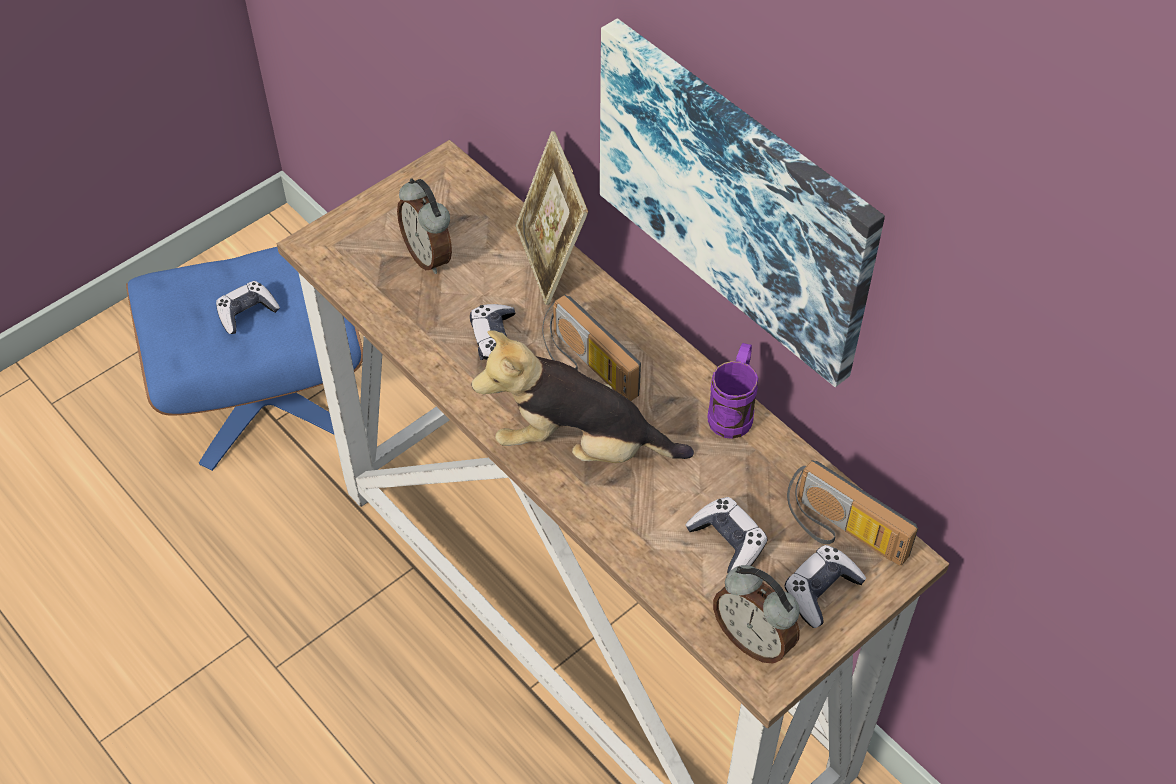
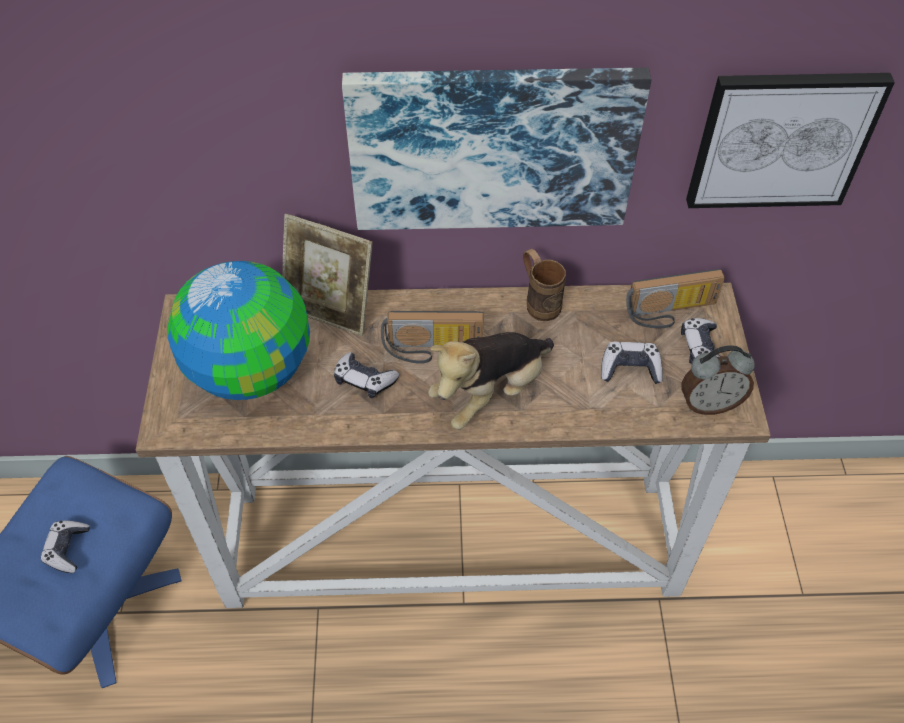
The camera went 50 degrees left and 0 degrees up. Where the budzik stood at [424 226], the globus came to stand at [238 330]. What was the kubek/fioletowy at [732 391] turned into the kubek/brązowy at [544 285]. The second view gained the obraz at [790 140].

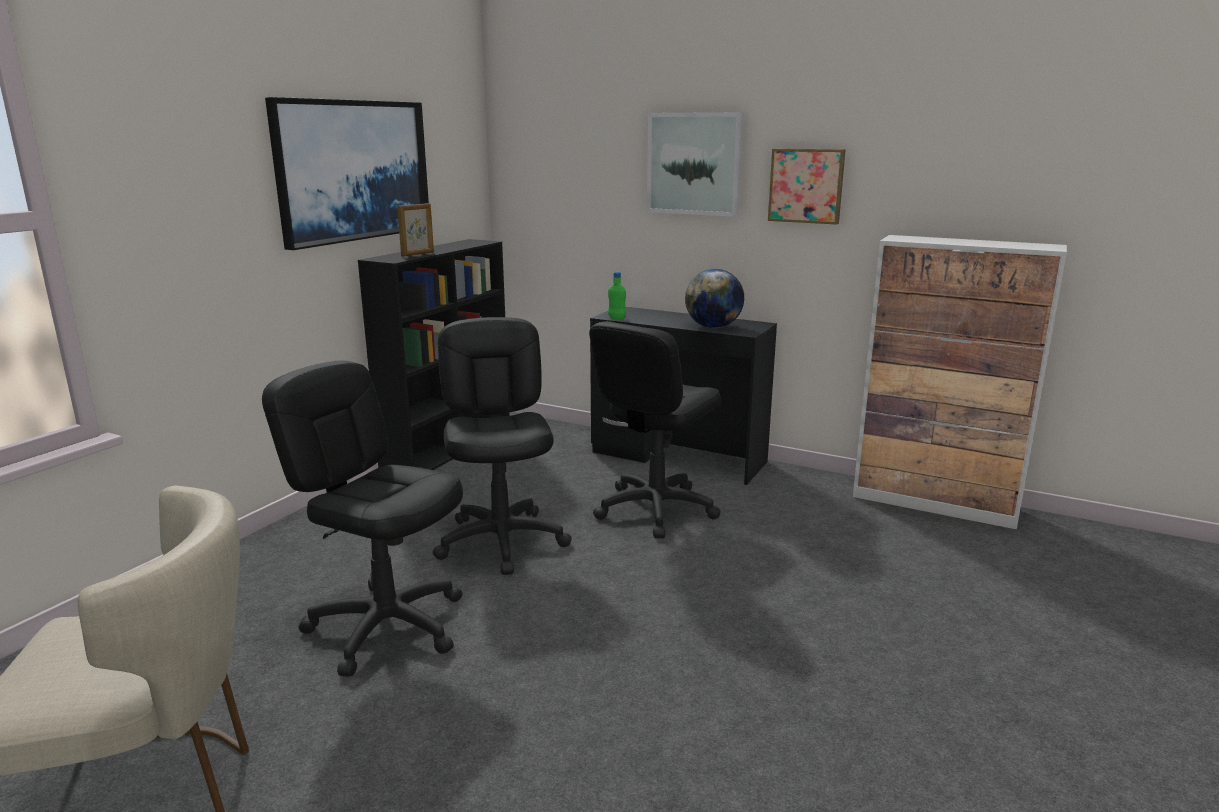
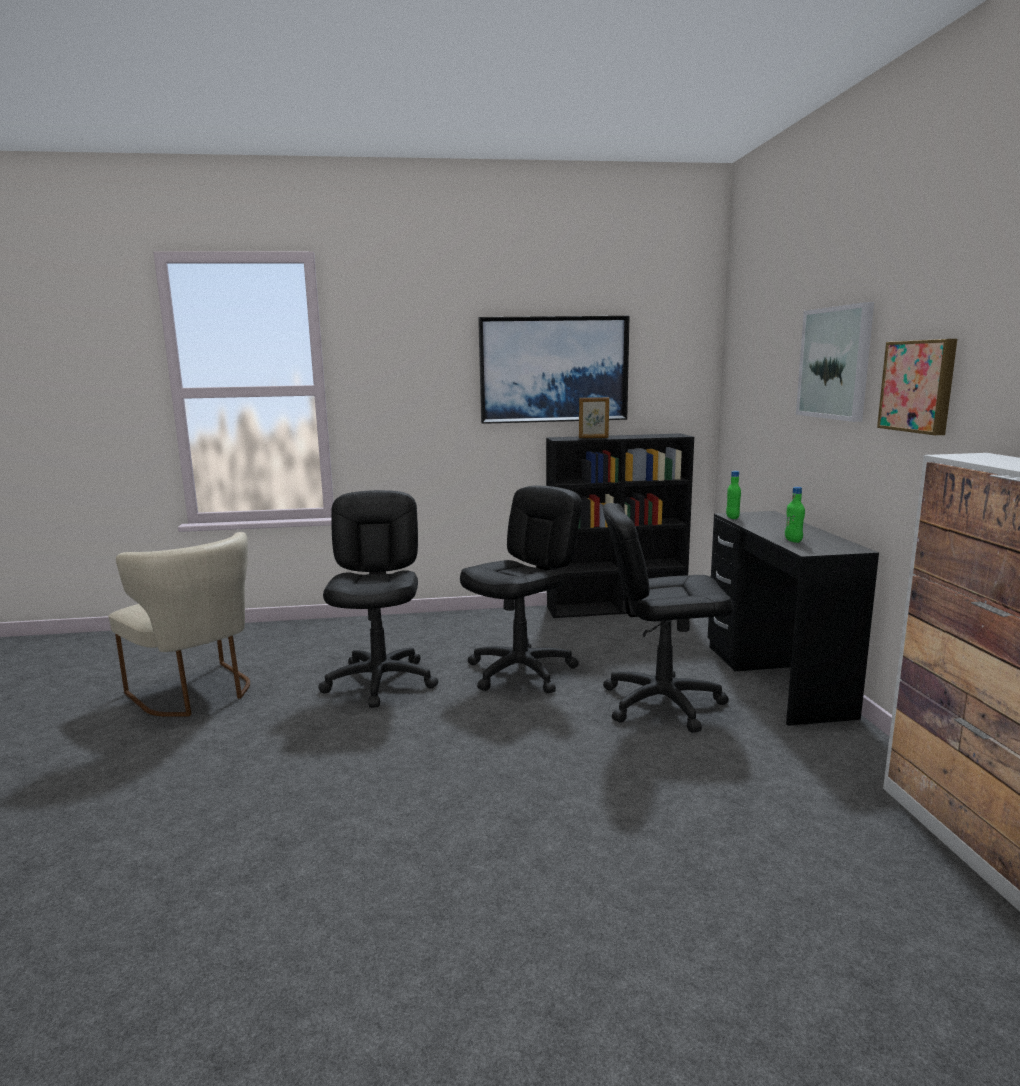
The camera went 55 degrees right and 5 degrees down. Where the globus stood at [714 298], the butelka/zielony came to stand at [795 515].

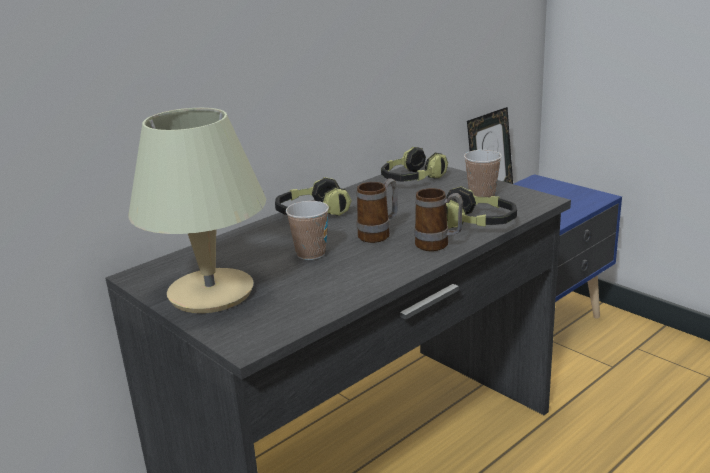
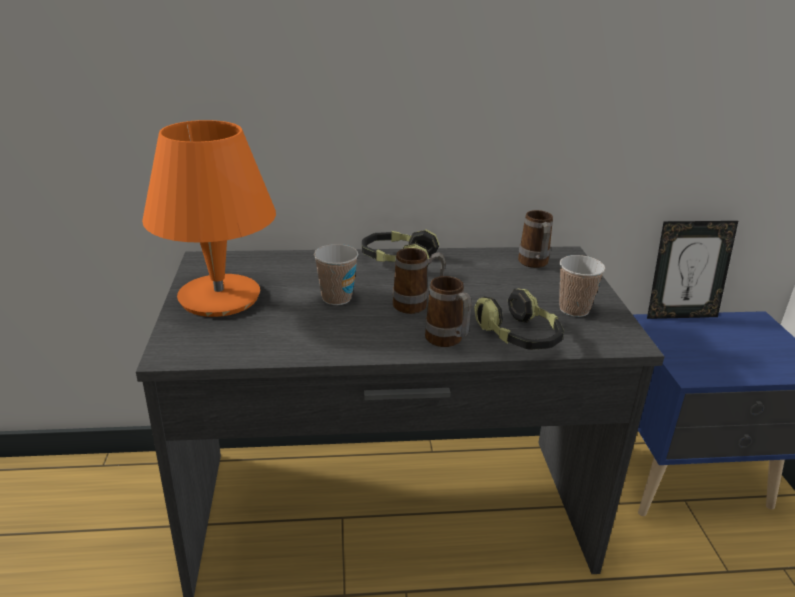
The camera went 35 degrees right and 5 degrees up. What was the lampa stołowa/beżowy at [197 210] turned into the lampa stołowa/pomarańczowy at [209 218]. Where the słuchawki stood at [414 164], the kubek came to stand at [535 239].

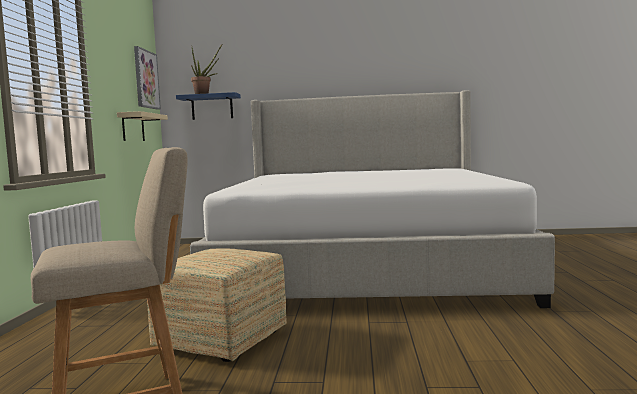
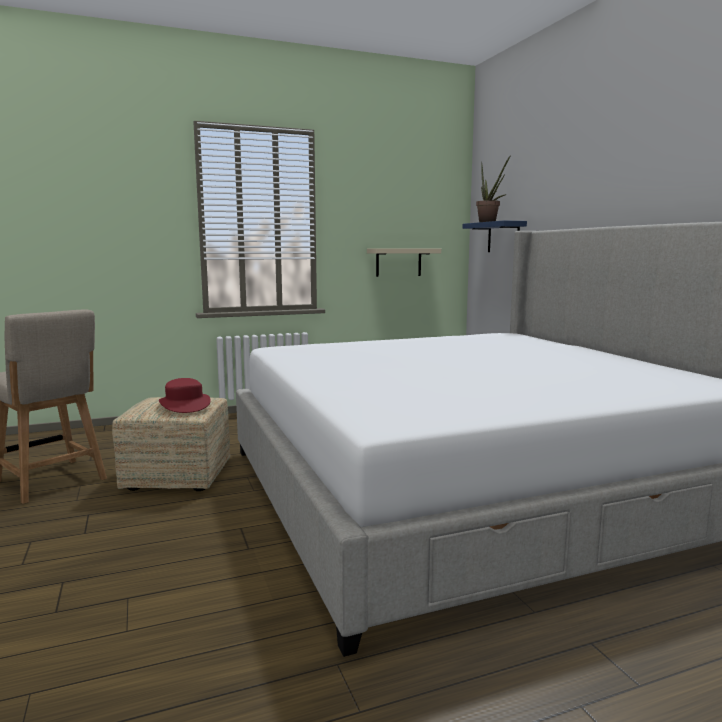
The camera went 65 degrees right and 5 degrees up. The second view lost the obraz at [147 78]. The second view gained the kapelusz/czerwony at [185 395].

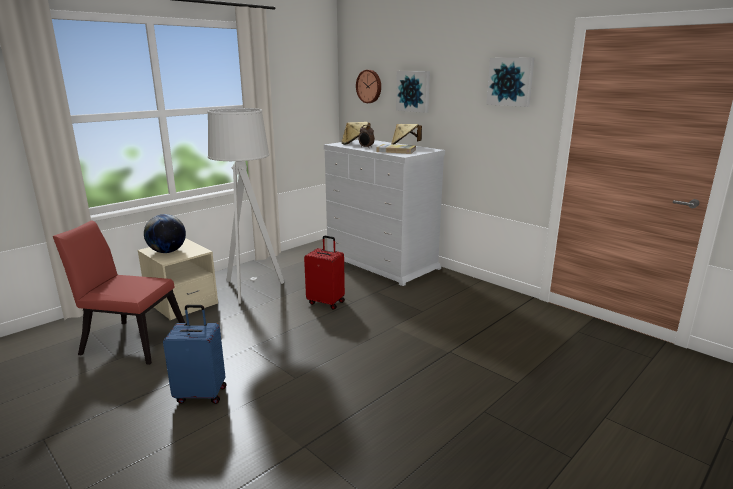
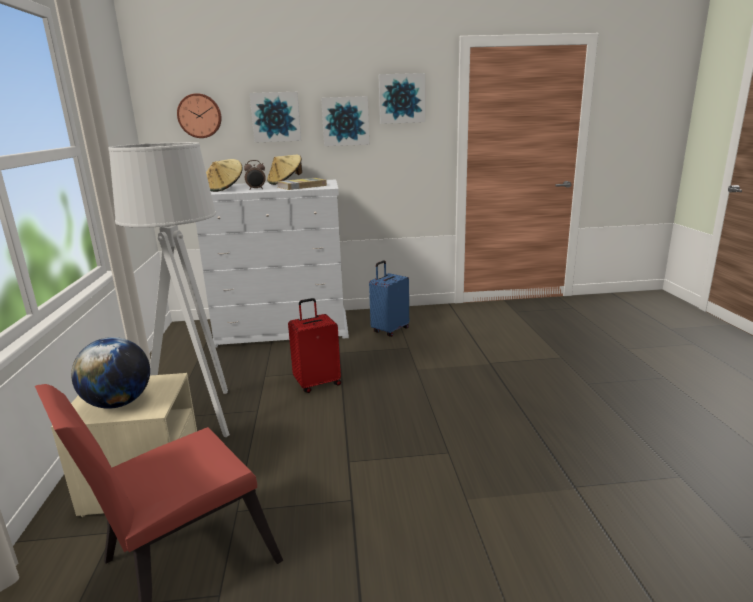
The camera went 50 degrees left and 0 degrees up. The walizka/niebieski ended up elsewhere, having gone from [194 354] to [389 298]. The second view gained the obraz at [345 121].

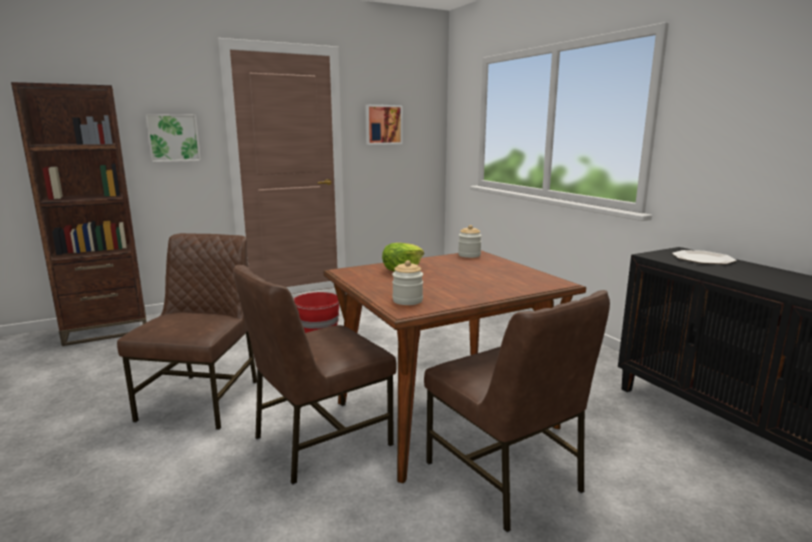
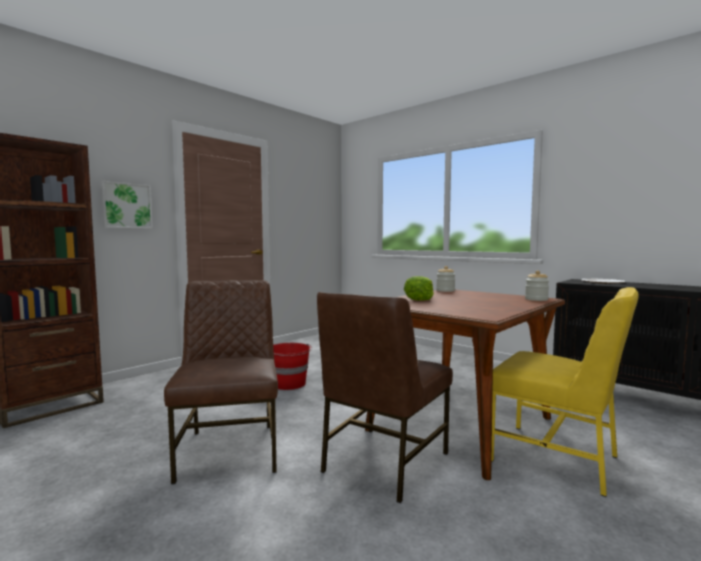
The camera went 20 degrees left and 10 degrees down. The second view lost the obraz at [383 125]. The słoik ended up elsewhere, having gone from [407 282] to [537 285]. What was the krzesło/brązowy at [517 411] turned into the krzesło/żółty at [565 392].

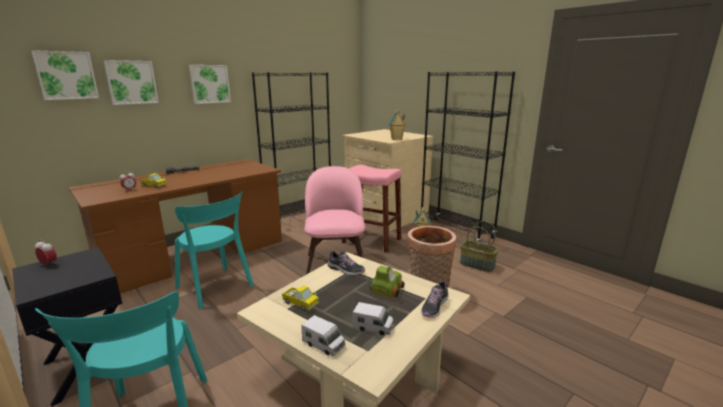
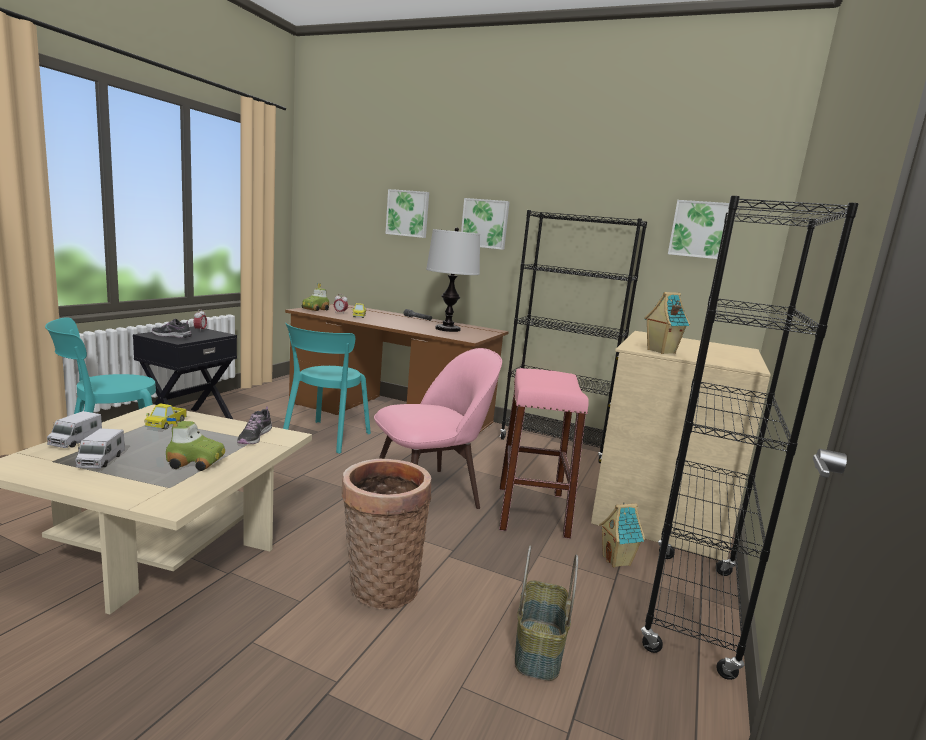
The camera went 65 degrees right and 5 degrees down. The obraz ended up elsewhere, having gone from [65 75] to [698 229]. The but ended up elsewhere, having gone from [434 298] to [172 328]. The second view gained the samochodzik at [315 297]. The second view gained the lampa stołowa at [453 279].

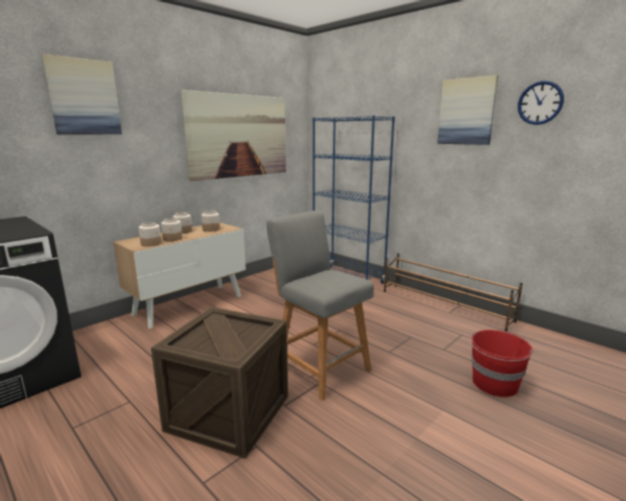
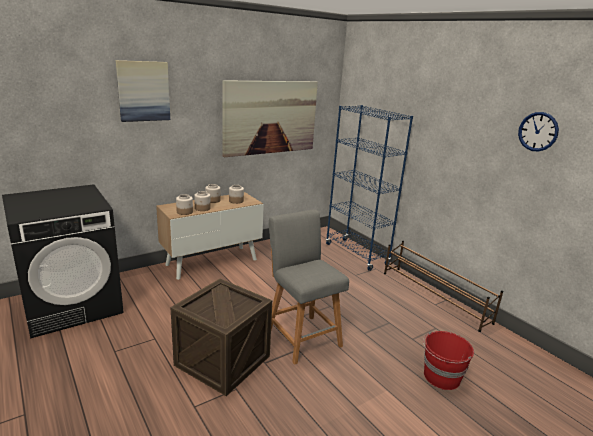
The camera went 10 degrees right and 5 degrees up. The second view lost the obraz at [468 110].

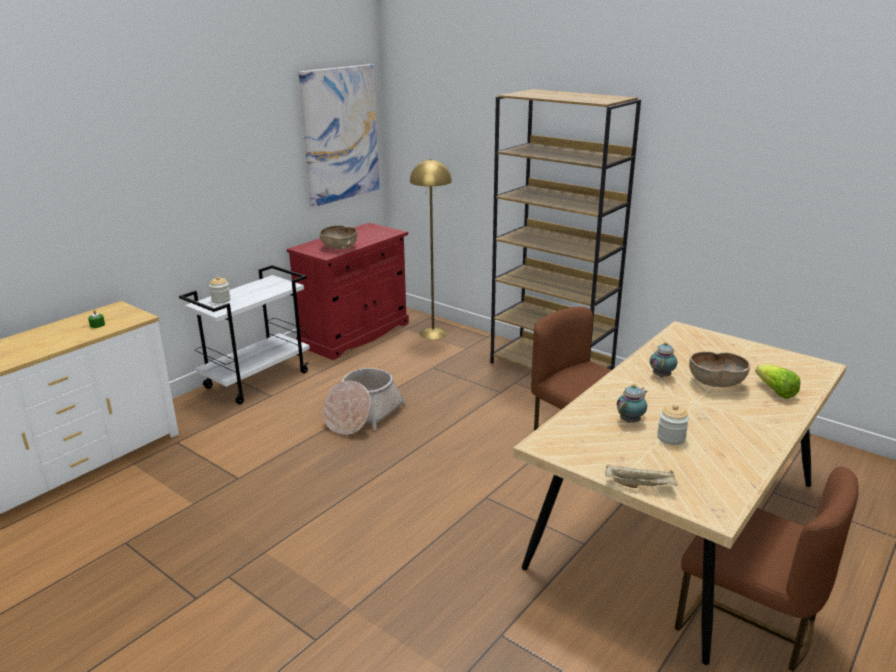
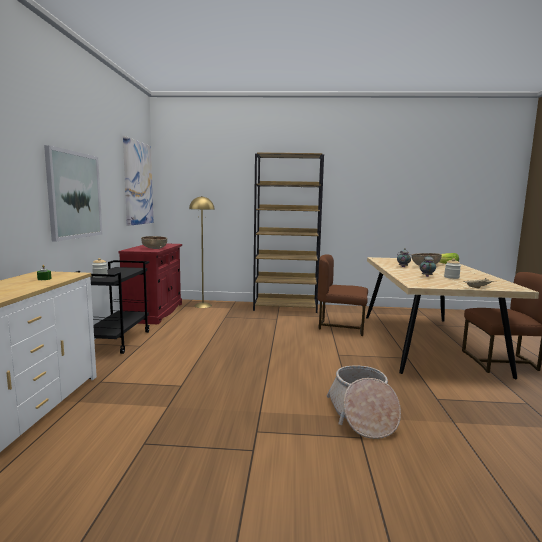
The camera went 35 degrees left and 15 degrees down. What was the wózek/biały at [244 334] turned into the wózek/czarny at [113 307]. The koszyk ended up elsewhere, having gone from [365 401] to [364 402]. The second view gained the obraz at [73 193].

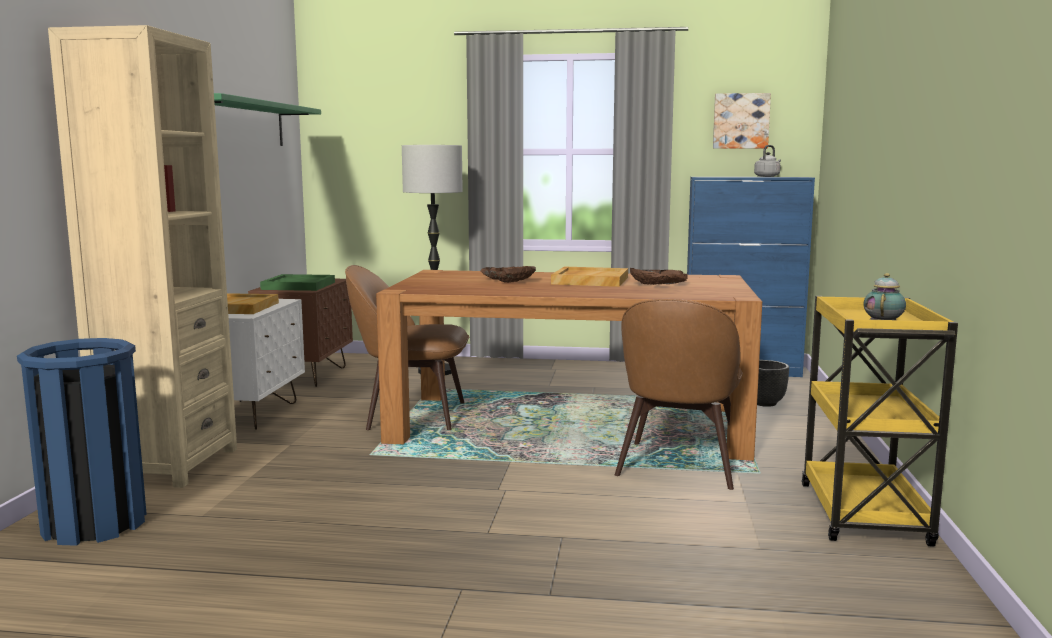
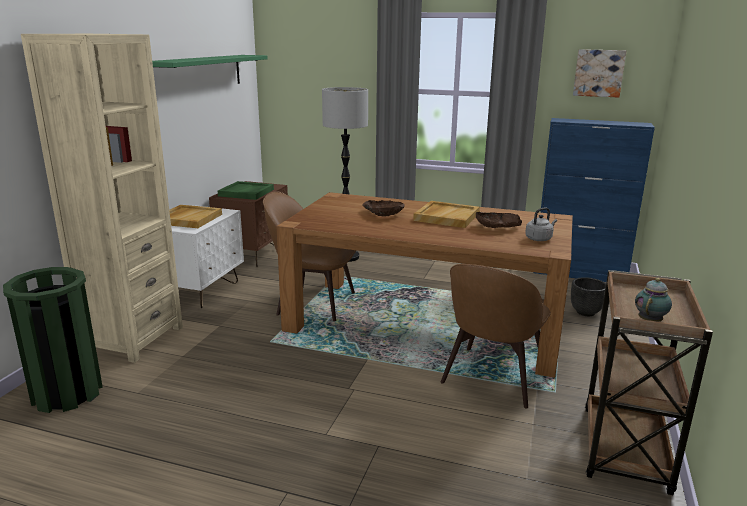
The camera went 10 degrees right and 10 degrees up. What was the kosz na śmieci/niebieski at [82 442] turned into the kosz na śmieci/zielony at [53 340]. The czajnik/szary ended up elsewhere, having gone from [767 161] to [541 224]. What was the wózek/żółty at [879 421] turned into the wózek/brązowy at [649 382].

